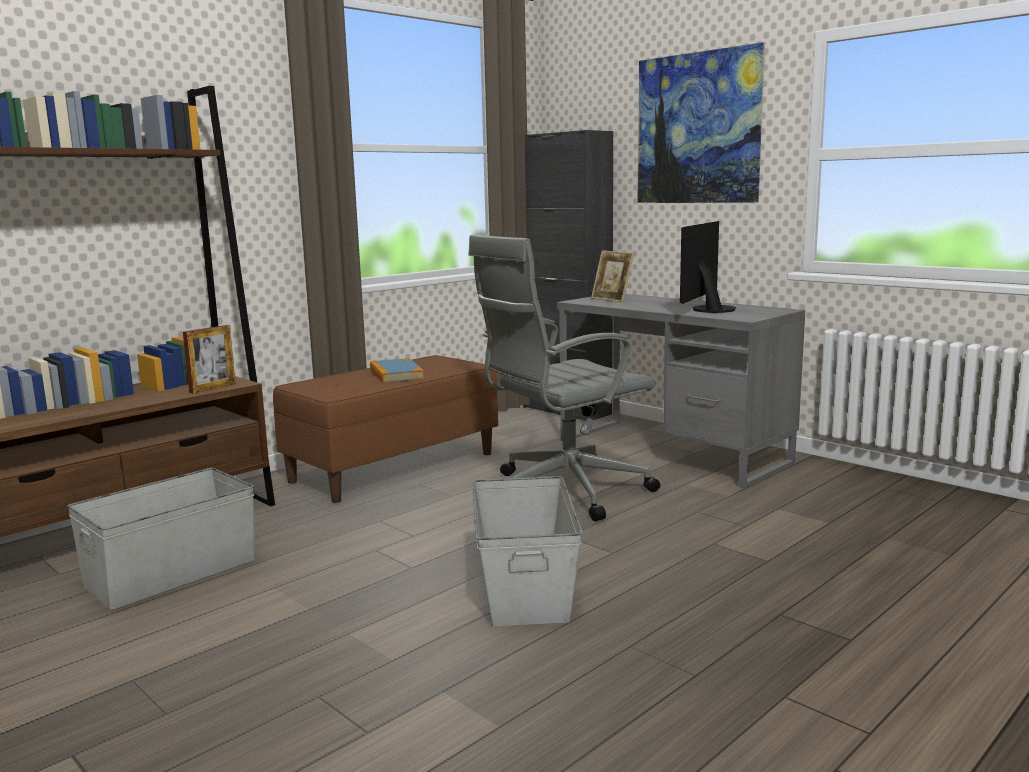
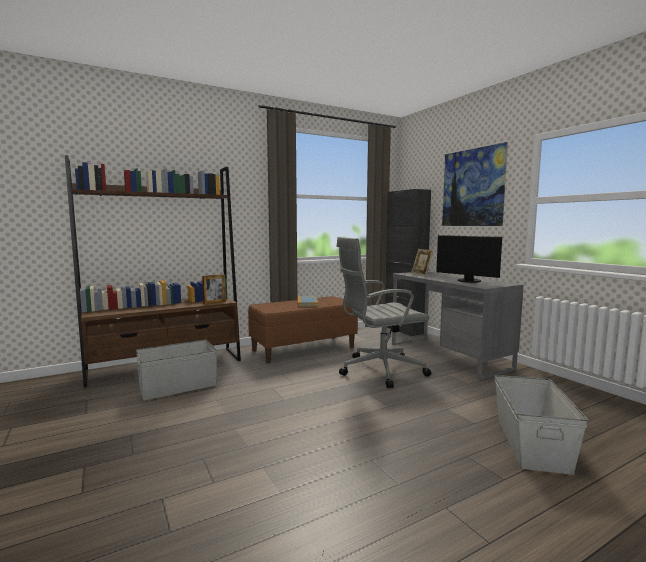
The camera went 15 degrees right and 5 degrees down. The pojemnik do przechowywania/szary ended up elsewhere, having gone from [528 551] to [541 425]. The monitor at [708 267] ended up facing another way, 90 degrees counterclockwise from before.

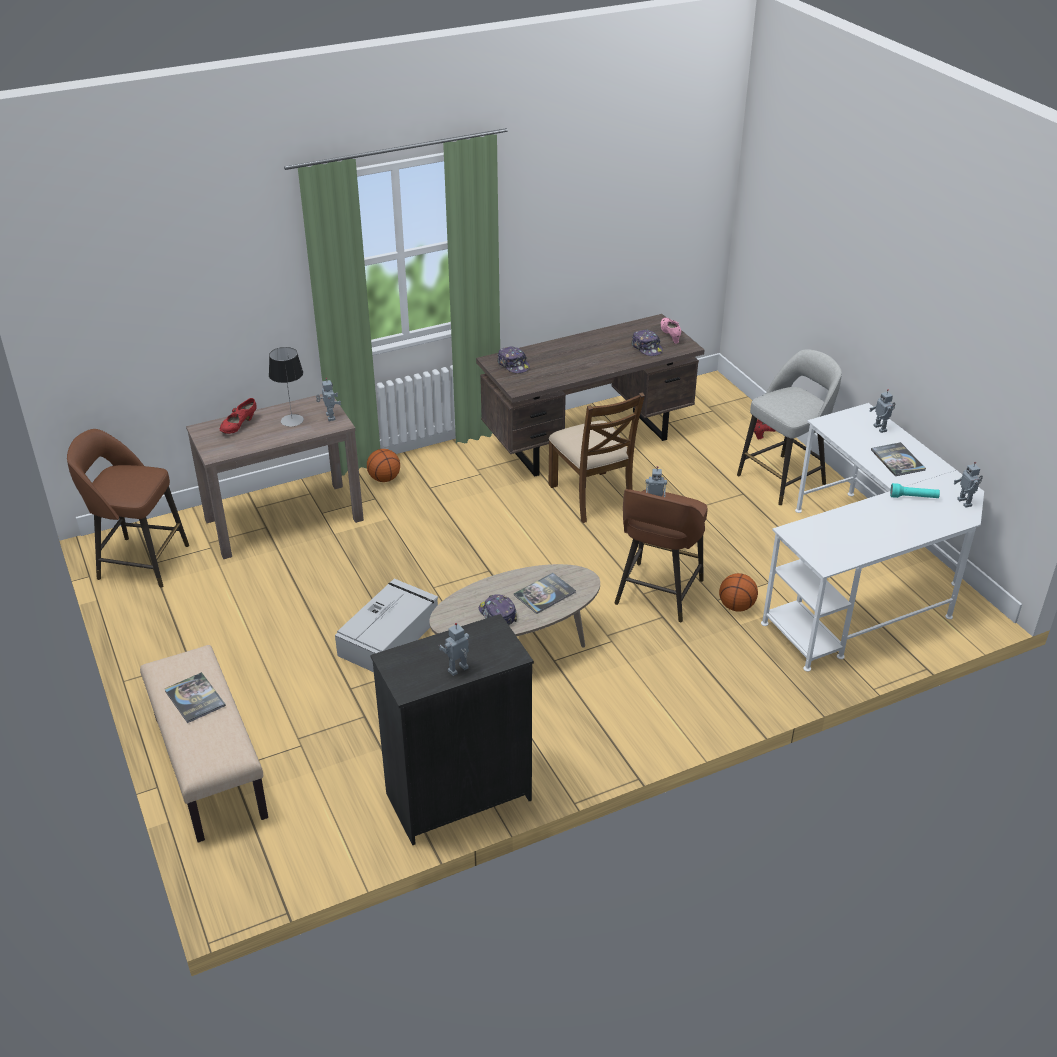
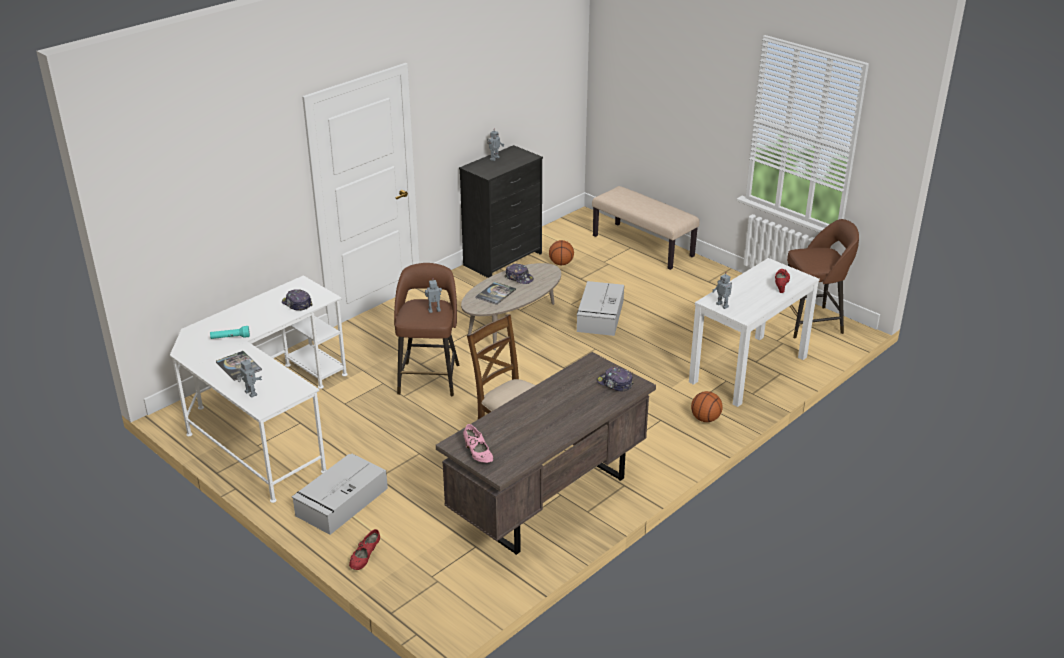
The camera went 160 degrees right and 5 degrees down. The second view lost the książka at [195 697]. What was the stolik konsolowy/brązowy at [275 476] turned into the stolik konsolowy/biały at [754 332]. The second view lost the lampa stołowa at [286 387]. The czapka z daszkiem ended up elsewhere, having gone from [647 343] to [297 300]. The piłka do koszykówki ended up elsewhere, having gone from [738 592] to [561 252]. Where the stołek/szary stood at [789 427], the pojemnik do przechowywania/szary came to stand at [340 494]. The second view lost the robot zabawkowy at [968 485].

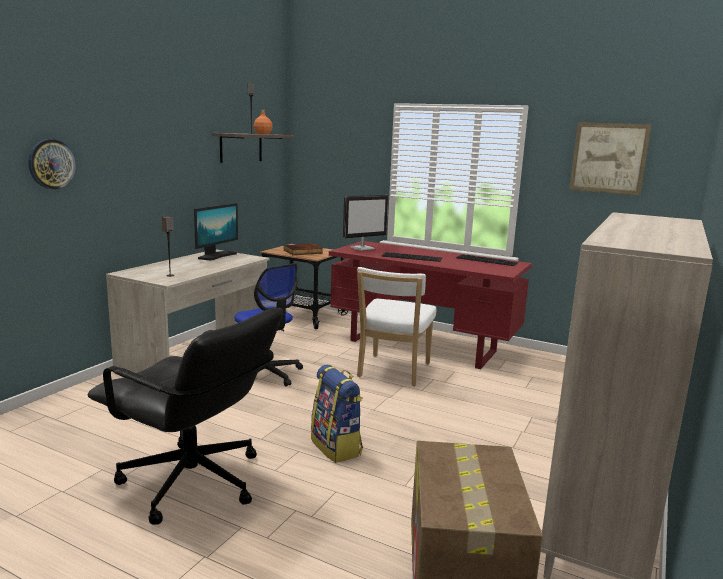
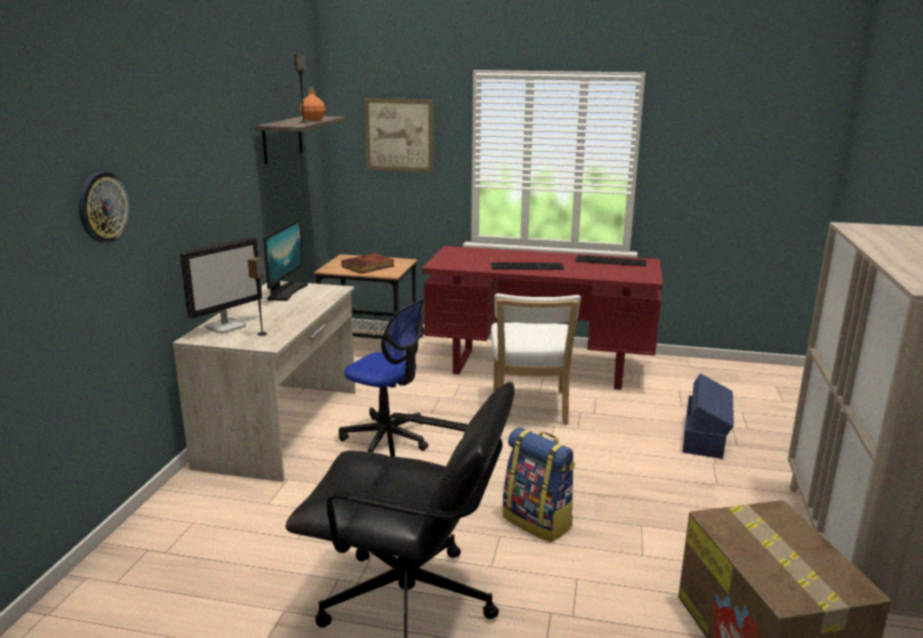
The camera went 15 degrees left and 5 degrees up. The monitor ended up elsewhere, having gone from [365 223] to [221 285]. The obraz ended up elsewhere, having gone from [610 158] to [399 135]. The second view gained the pojemnik do przechowywania/niebieski at [708 416].

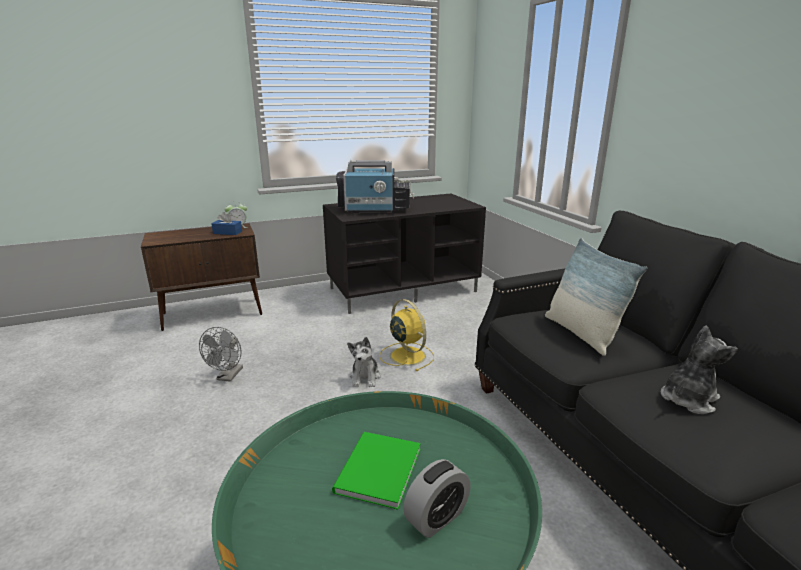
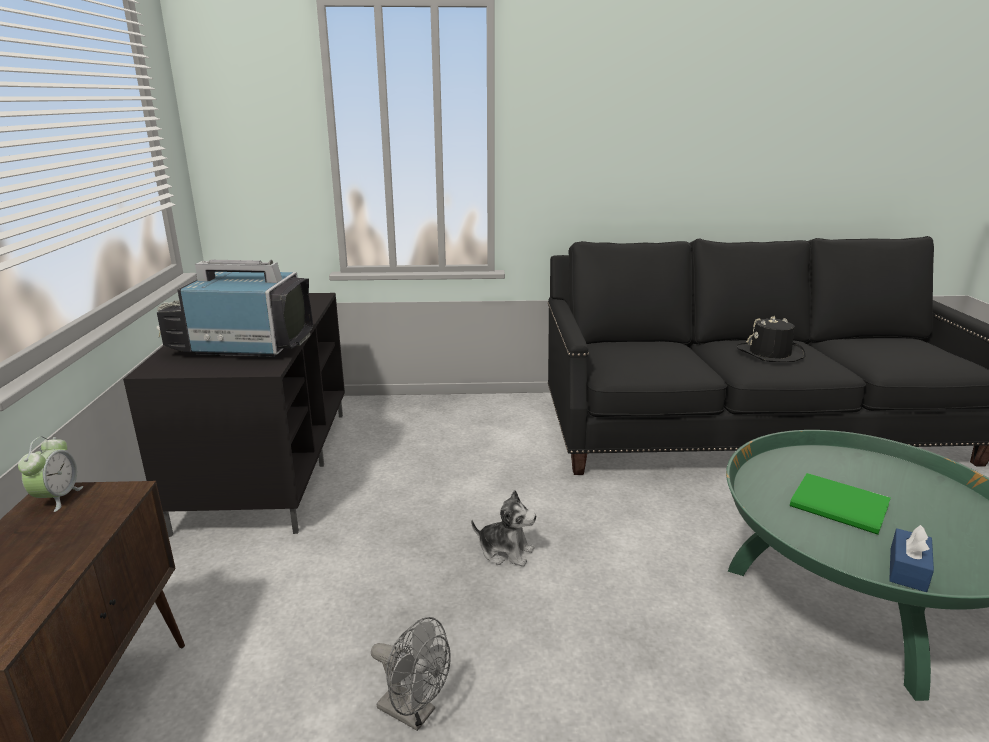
The camera went 70 degrees left and 0 degrees up. The pudełko chusteczek/niebieski ended up elsewhere, having gone from [226 223] to [911 558]. The telewizor at [375 186] ended up facing another way, 105 degrees counterclockwise from before. The second view lost the wentylator/żółty at [406 335]. The second view lost the budzik at [437 498]. The second view lost the poduszka at [596 297]. Where the pluszak stood at [699 370], the kapelusz/czarny came to stand at [771 338].

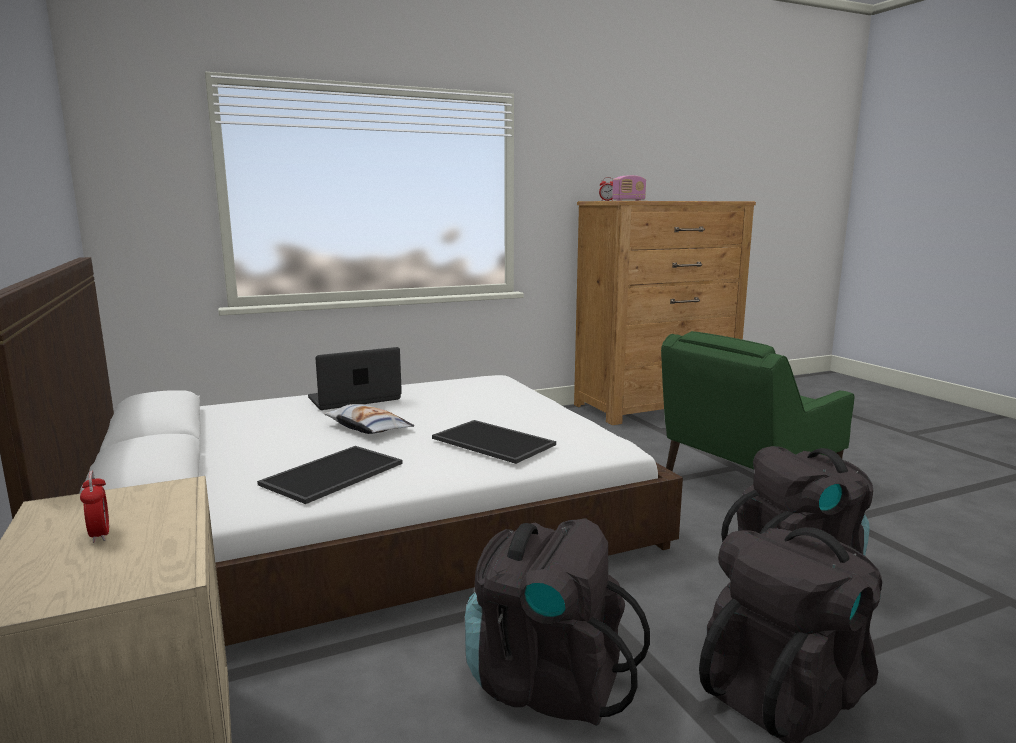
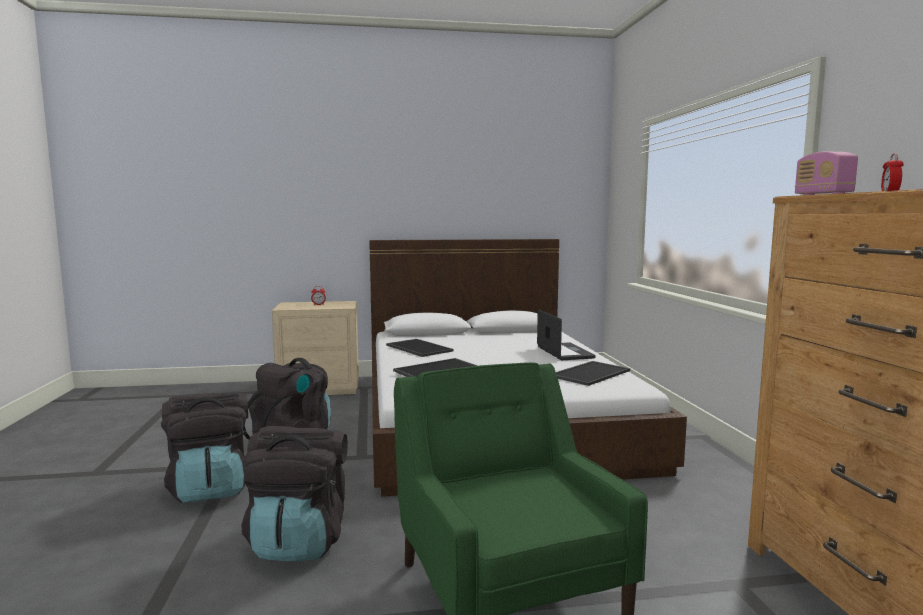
The camera went 105 degrees right and 5 degrees down. The second view lost the poduszka at [369 419]. The second view gained the taca at [593 373].

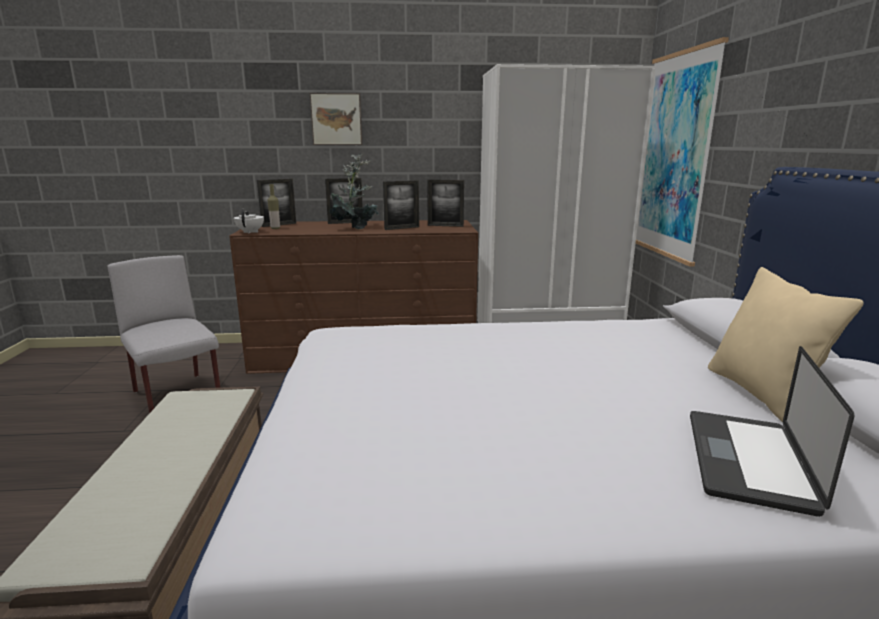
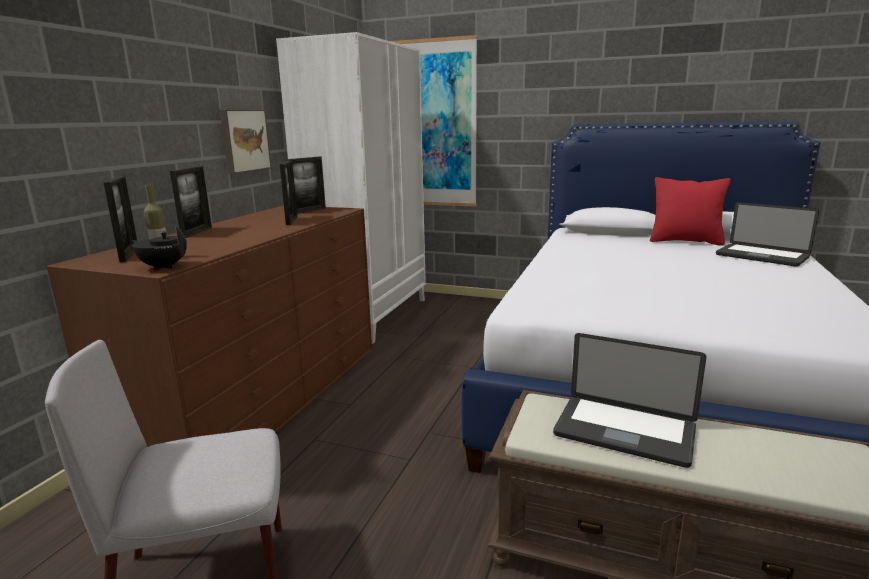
The camera went 65 degrees left and 0 degrees up. What was the imbryk/biały at [249 221] turned into the imbryk/czarny at [159 248]. The obraz ended up elsewhere, having gone from [336 119] to [246 142]. The second view lost the roślina doniczkowa at [354 191]. What was the poduszka/beżowy at [785 344] turned into the poduszka/czerwony at [690 211]. The second view gained the laptop at [629 400].

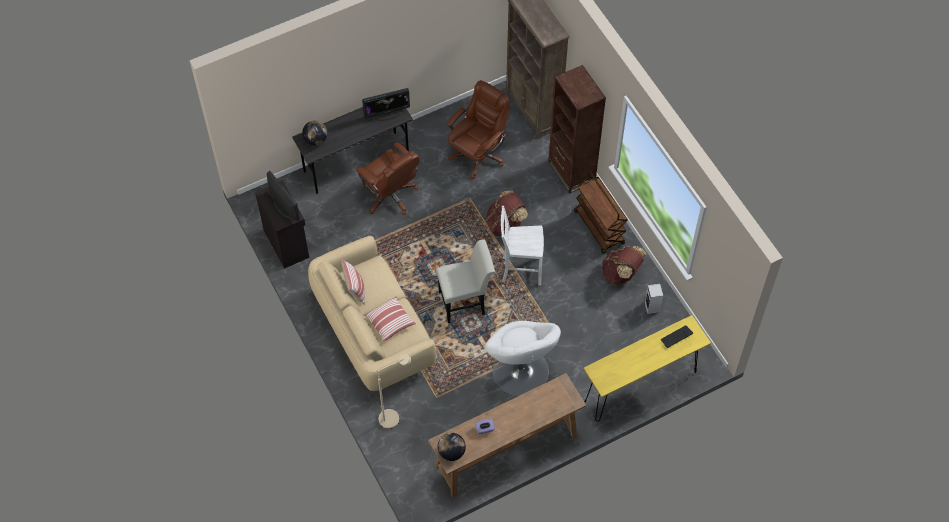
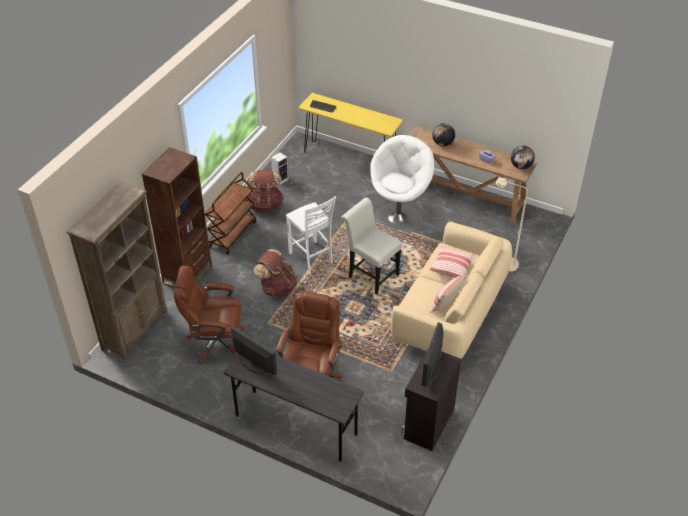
The camera went 125 degrees left and 15 degrees down. The globus ended up elsewhere, having gone from [314 133] to [443 134].

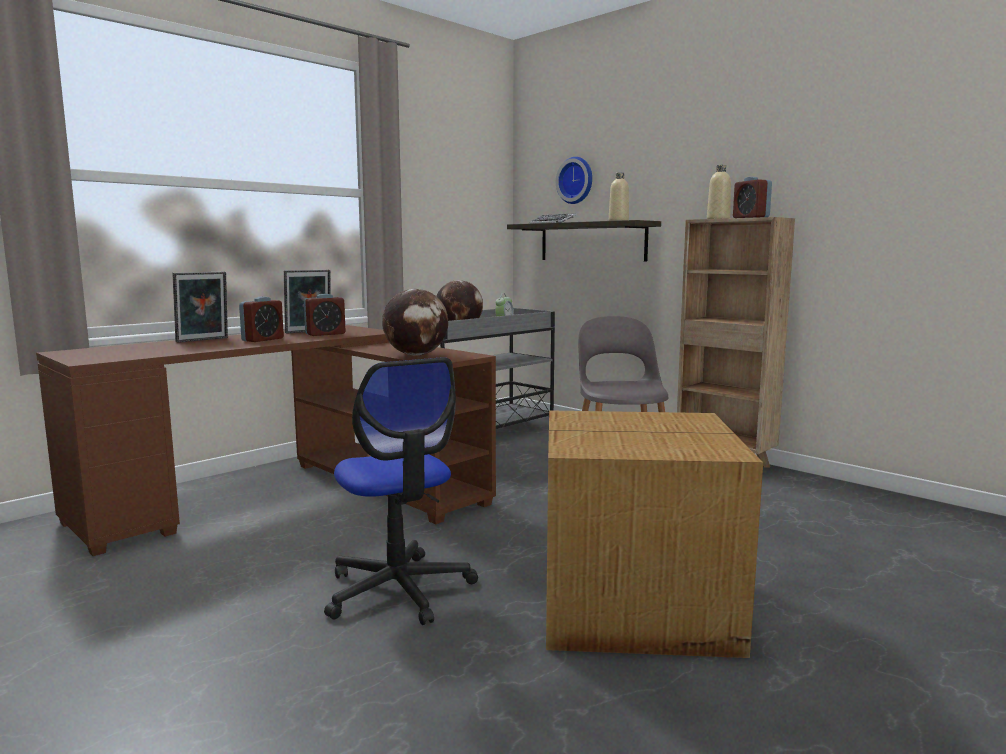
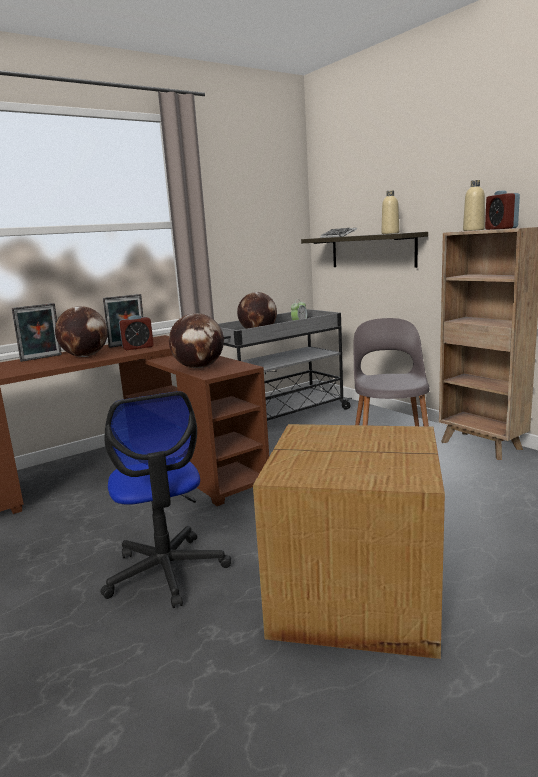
The camera went 10 degrees right and 5 degrees up. Where the budzik stood at [261 319], the globus came to stand at [81 331]. The second view lost the zegar ścienny at [574 180].

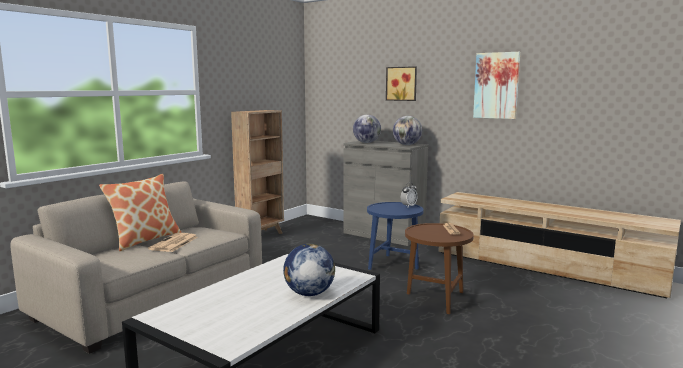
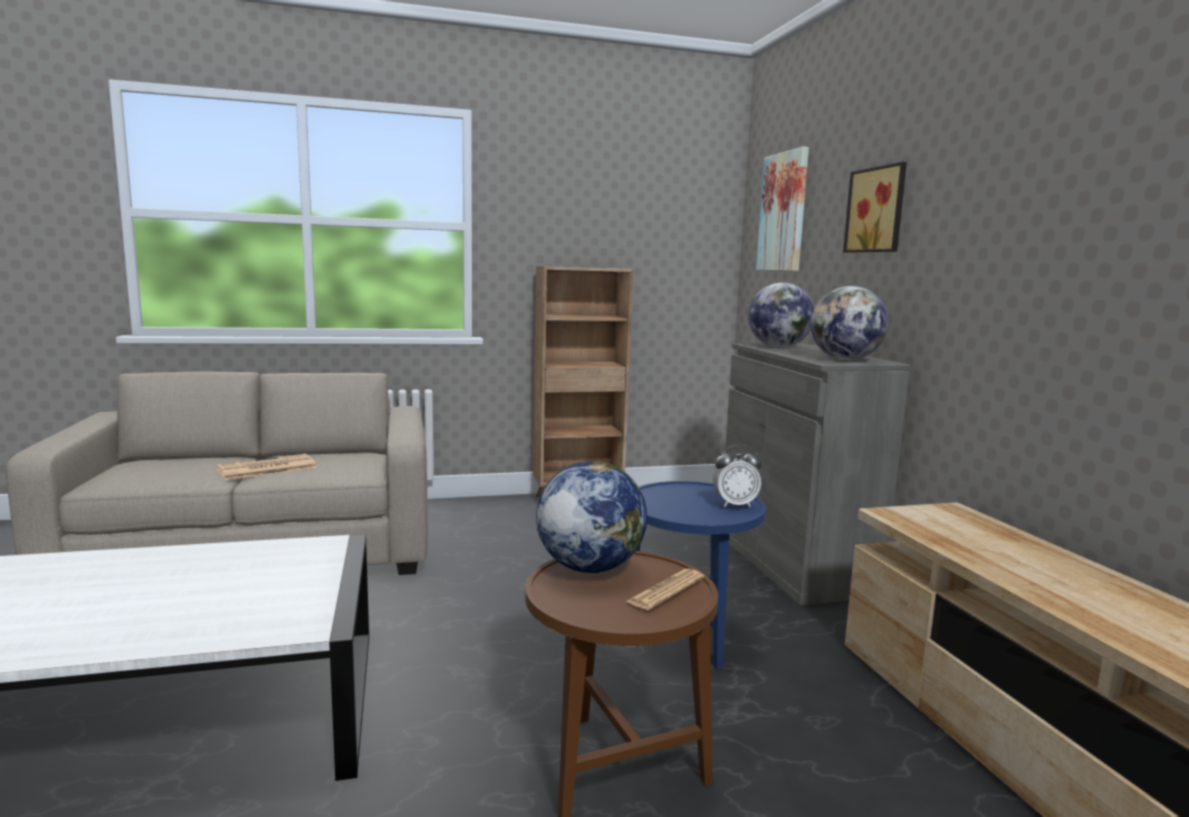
The camera went 40 degrees right and 0 degrees up. The second view lost the poduszka at [140 212]. The globus ended up elsewhere, having gone from [309 270] to [591 517]. The obraz ended up elsewhere, having gone from [496 85] to [782 208].

